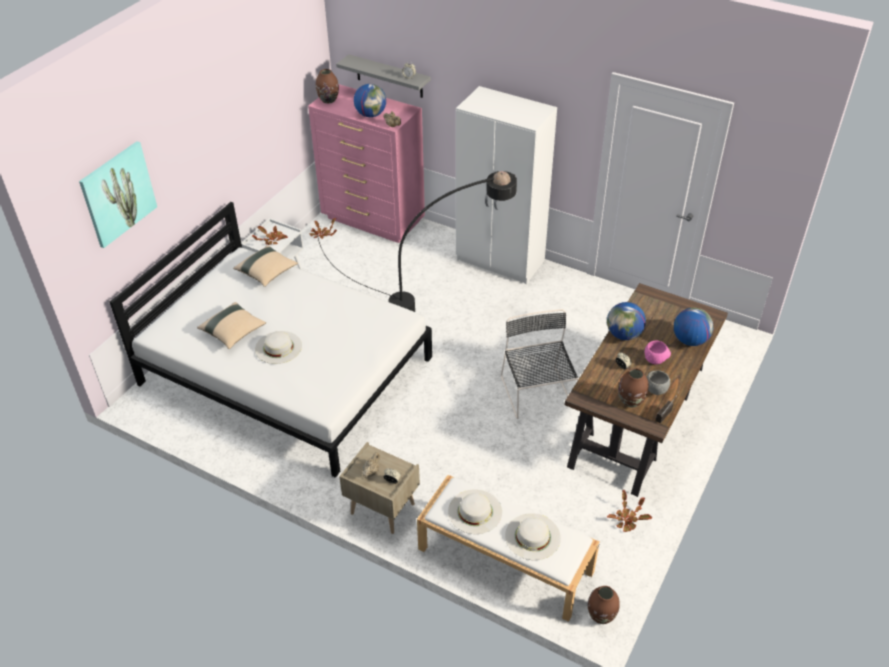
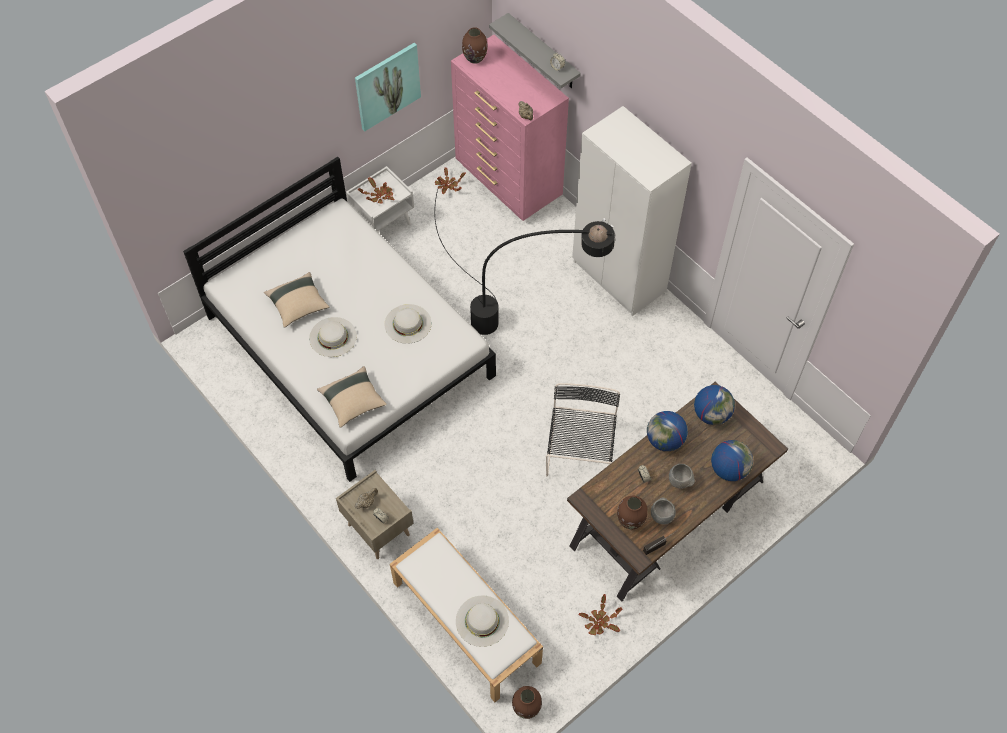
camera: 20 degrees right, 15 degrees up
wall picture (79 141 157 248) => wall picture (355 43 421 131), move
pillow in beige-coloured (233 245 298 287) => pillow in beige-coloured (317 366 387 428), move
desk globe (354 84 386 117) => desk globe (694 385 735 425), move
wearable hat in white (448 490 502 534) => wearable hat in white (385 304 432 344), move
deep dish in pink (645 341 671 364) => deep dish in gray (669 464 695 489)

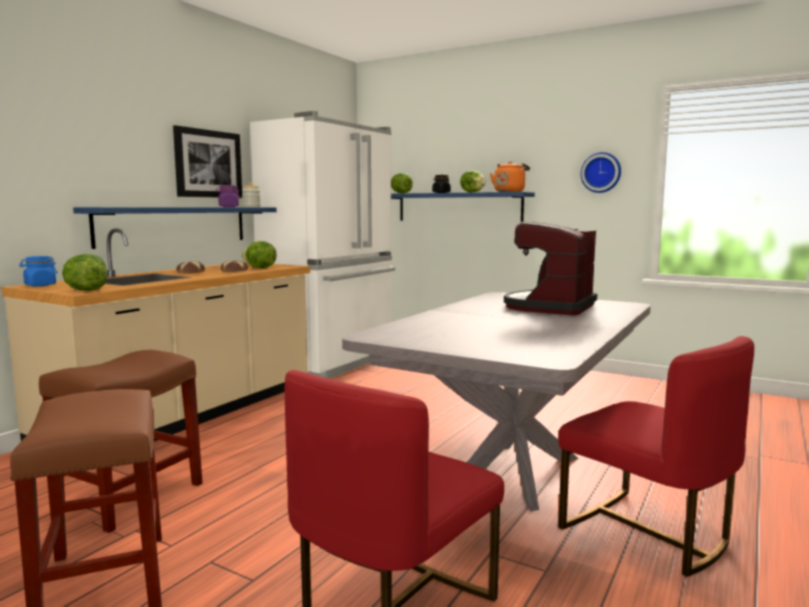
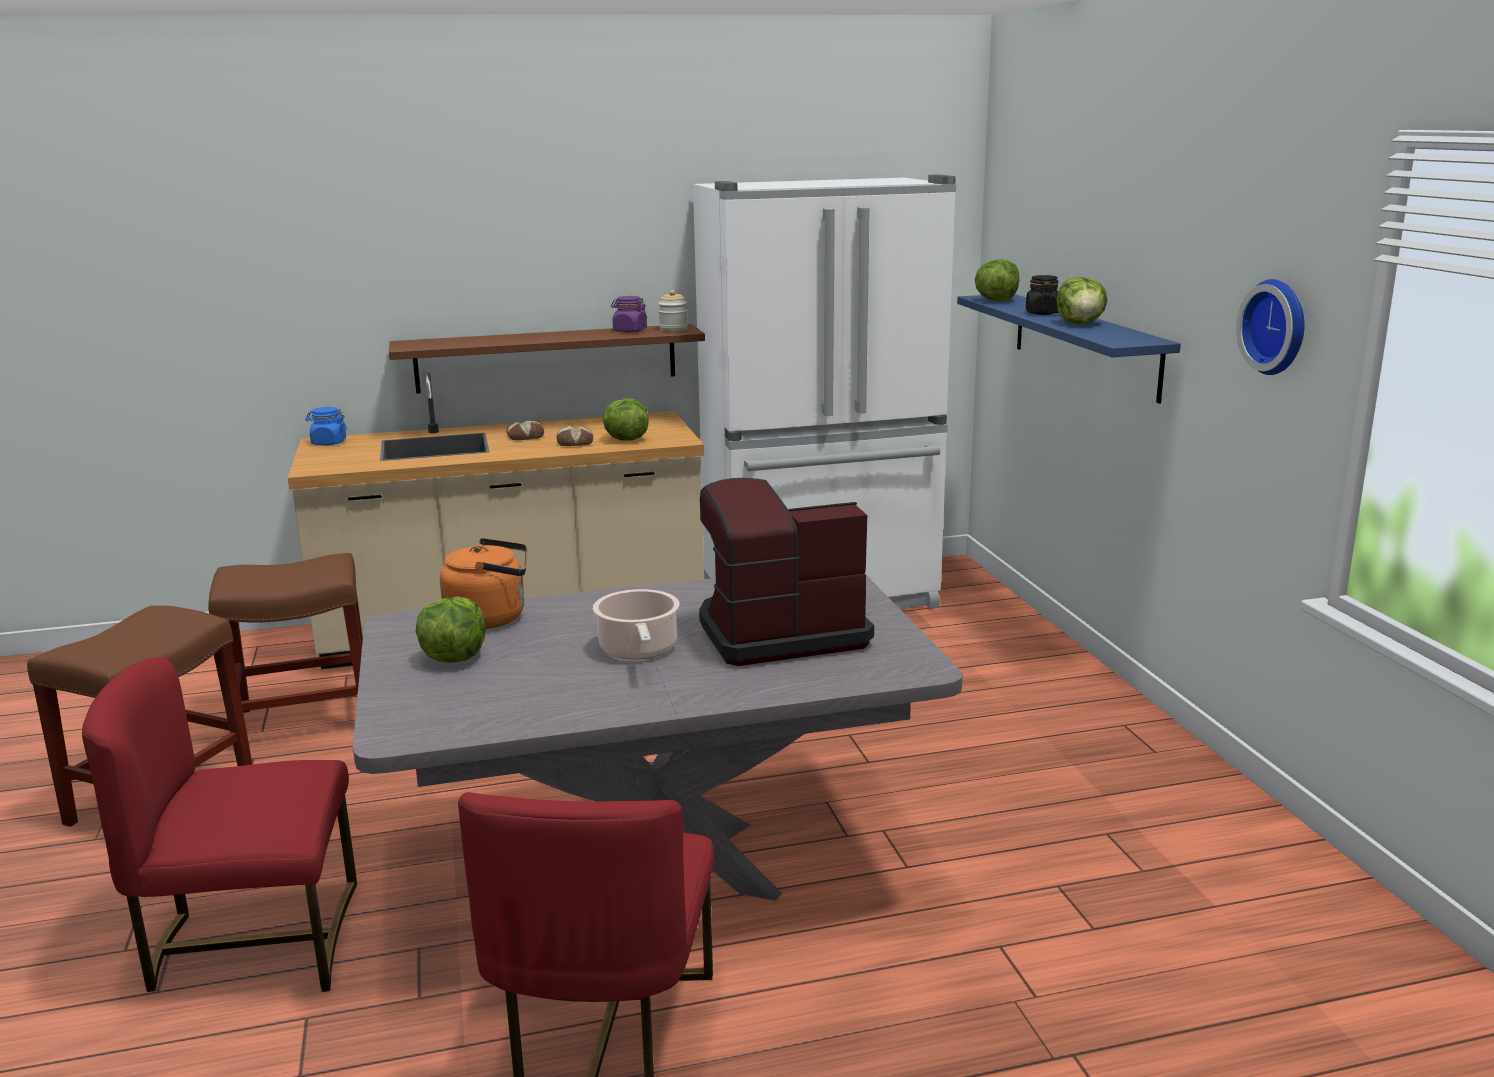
camera: 45 degrees right, 10 degrees up
lettuce (62 254 107 291) => lettuce (416 597 485 663), move
wall shelf in blue (73 207 277 249) => wall shelf in brownish (389 324 705 394)
wall picture (173 125 242 198) => nothing
tea kettle in orange-coloured (490 162 530 192) => tea kettle in orange-coloured (440 538 527 629), move
nothing => stockpot (593 589 680 660)

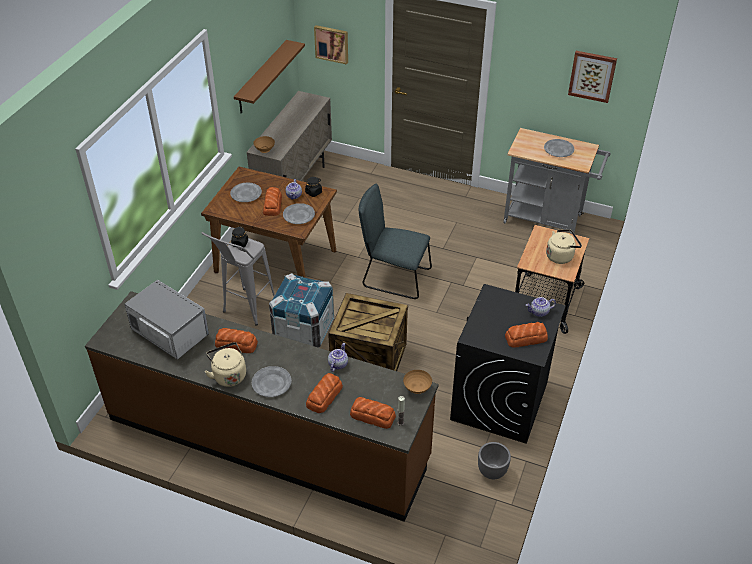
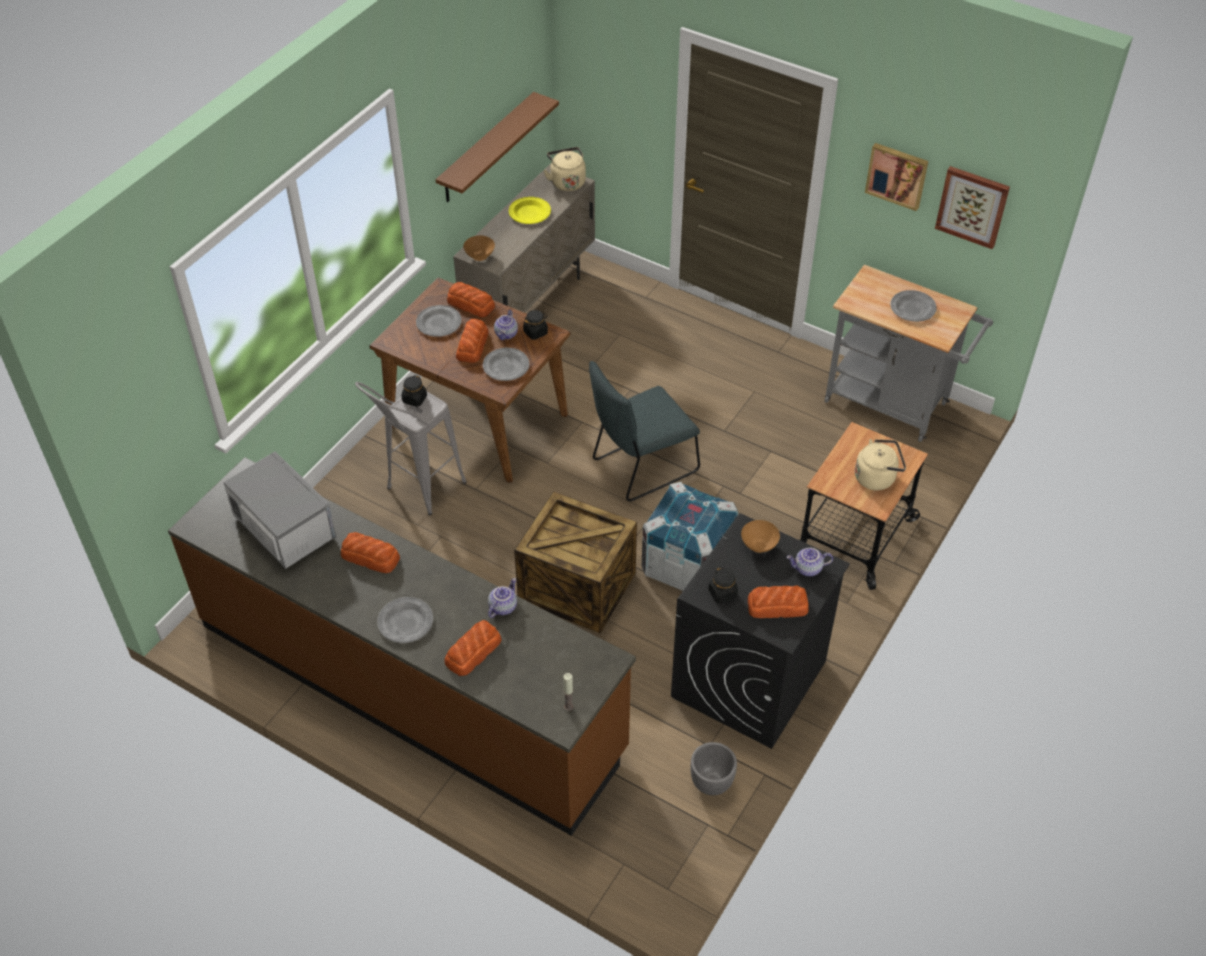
camera: 10 degrees right, 5 degrees up
tea kettle in beige-coloured (205 342 246 387) => tea kettle in beige-coloured (544 147 586 191), move
packing crate (269 273 334 348) => packing crate (642 482 738 591), move
wall picture (314 25 348 65) => wall picture (865 143 928 211), move
bakery bread (350 397 396 429) => bakery bread (447 282 495 317), move
upright chair in gray (359 184 432 299) => upright chair in gray (589 361 700 501), 60 degrees counterclockwise
deep dish in brownish (403 370 432 394) => deep dish in brownish (741 520 780 553), move
nothing => flat dish in yellow-coloured (509 197 551 224)
nothing => jar in blackish (708 567 738 604)

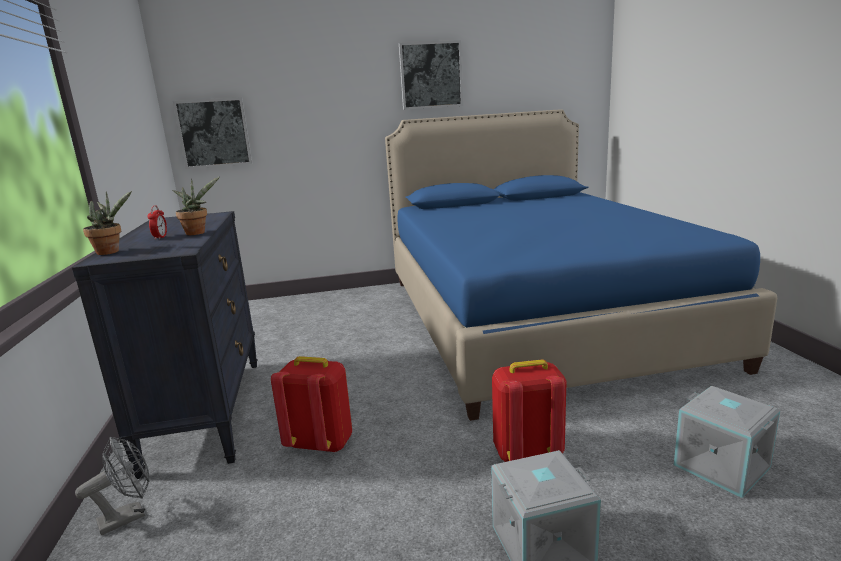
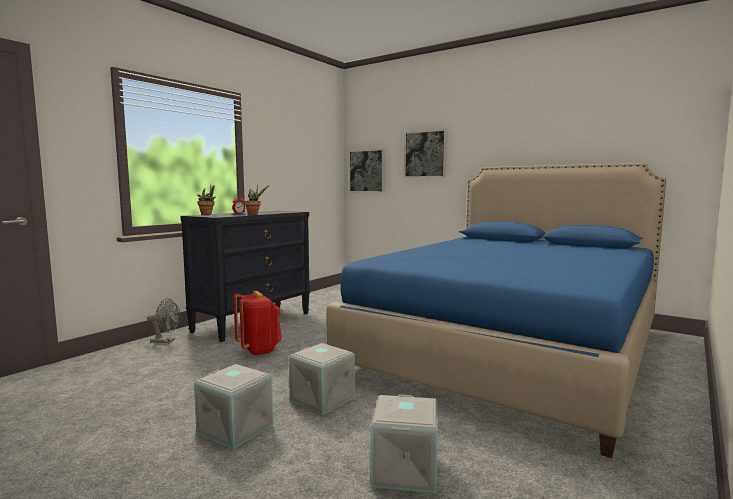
camera: 45 degrees right, 10 degrees down
wall picture (399 40 463 110) => wall picture (404 129 447 178), move
rucksack in red (492 360 567 462) => storage bin in gray (289 343 355 415)

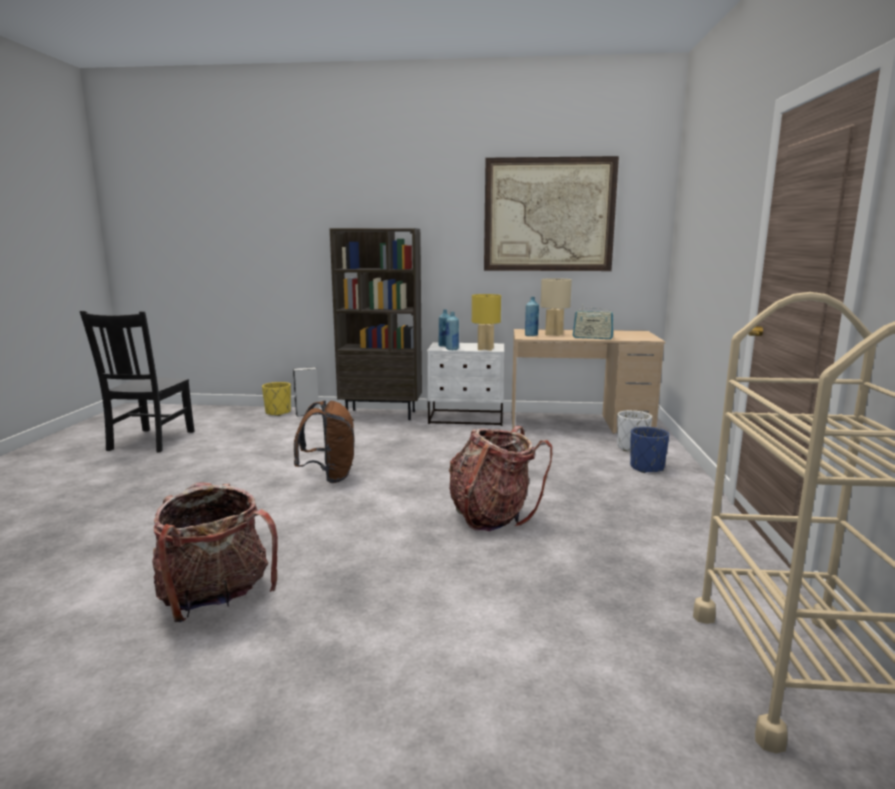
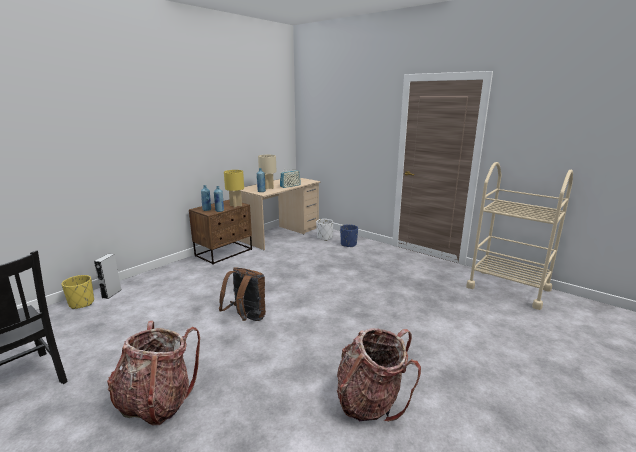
camera: 55 degrees left, 5 degrees up
bookshelf in brownish (329 228 422 420) => nothing
nightstand in white (427 342 504 426) => nightstand in brownish (189 199 252 265)
rucksack (449 426 552 531) => rucksack (107 321 200 425), move
wall picture (484 156 619 271) => nothing

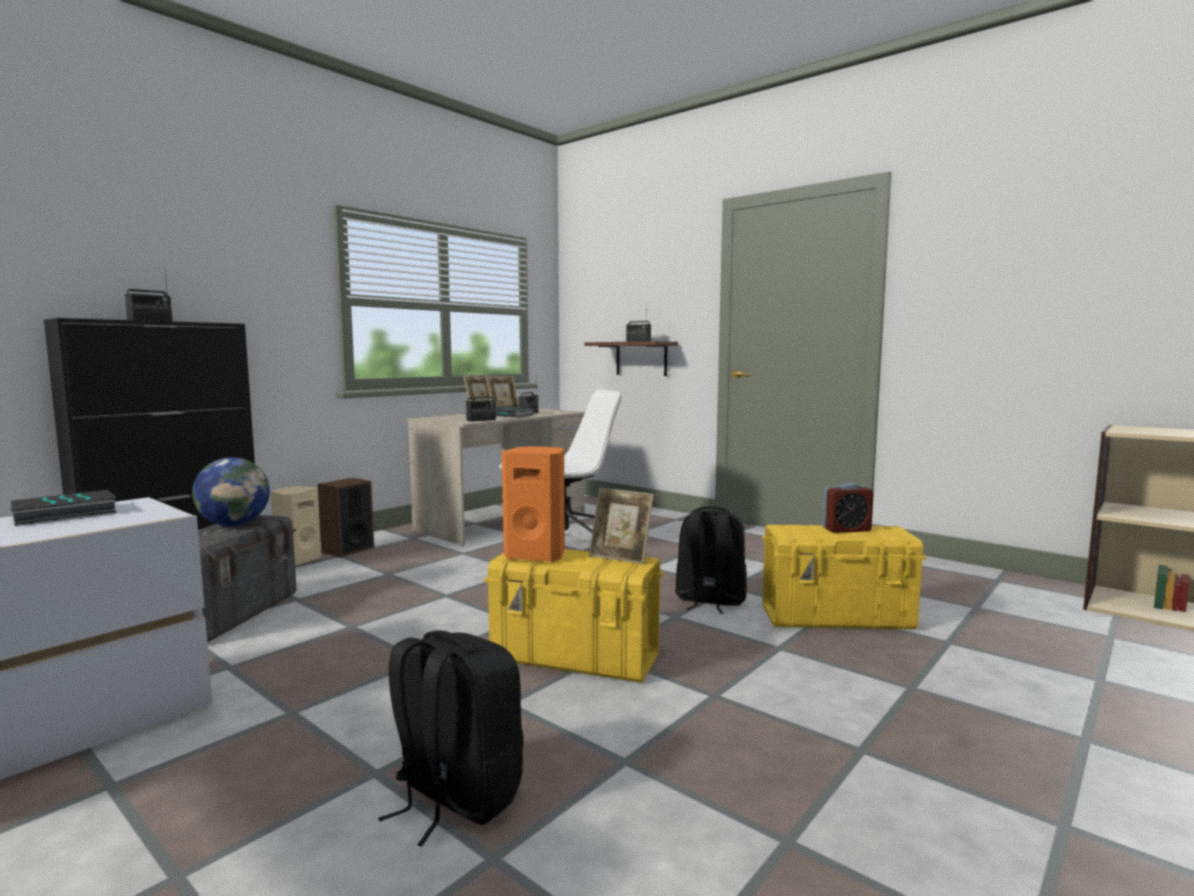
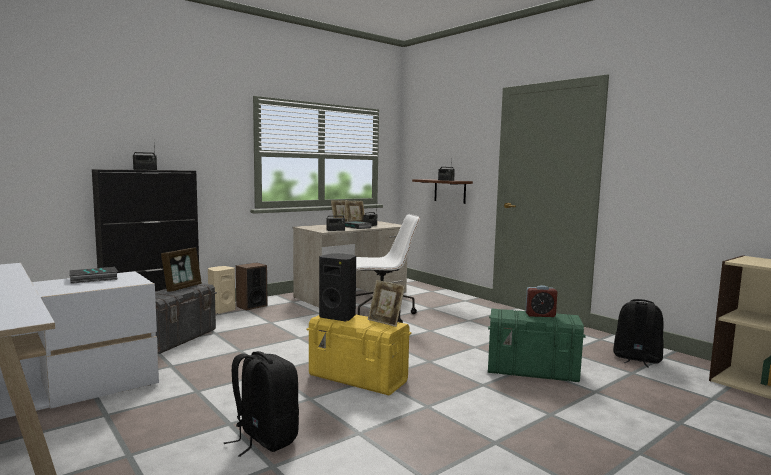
camera: 10 degrees right, 0 degrees up
desk globe (192 457 270 526) => photo frame (161 247 202 292)
audio speaker in orange-coloured (502 446 565 562) => audio speaker in blackish (319 253 356 322)
rucksack in blackish (675 506 747 614) => rucksack in blackish (613 299 664 367), move
storage bin in yellow-coloured (762 525 926 629) => storage bin in green (488 308 585 382)

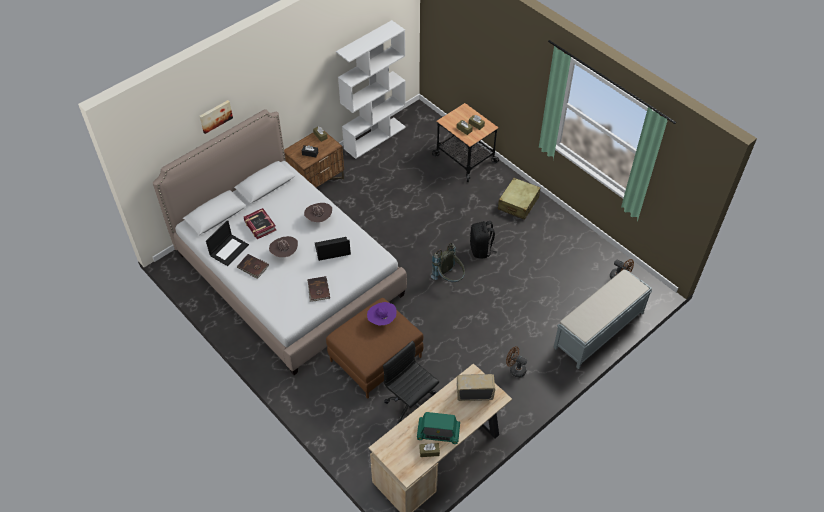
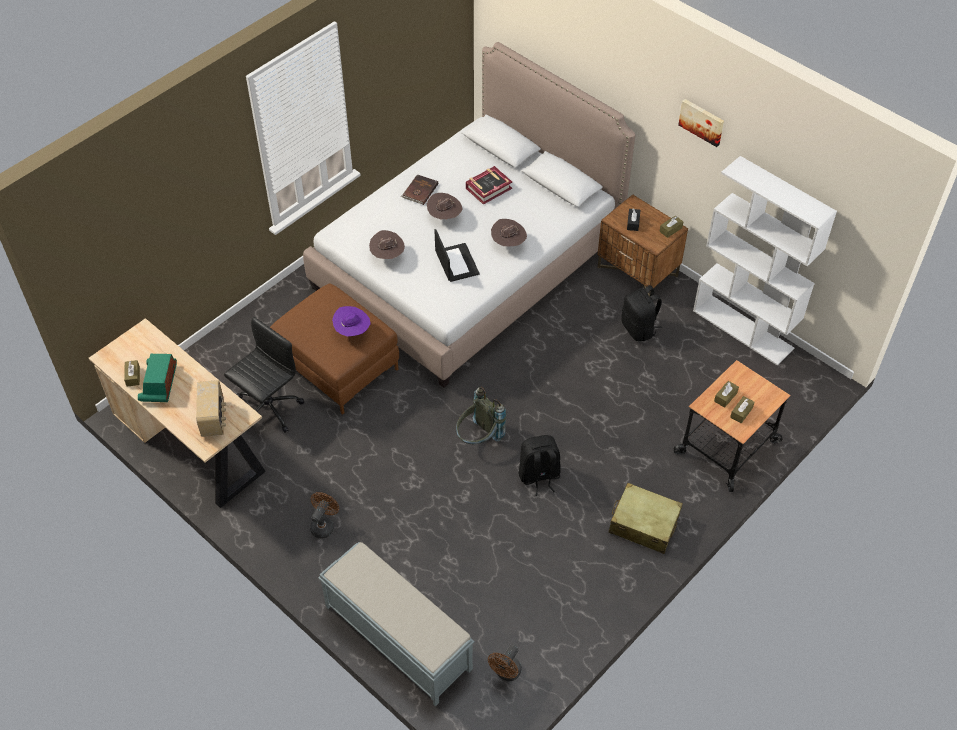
camera: 85 degrees right, 0 degrees up
wall picture (199 100 233 134) => wall picture (678 99 724 147), move
notebook computer (206 220 249 266) => nothing
bound book in brownish (307 276 330 302) => wearable hat in brownish (369 230 405 259)
nothing => rucksack in blackish (621 285 662 341)

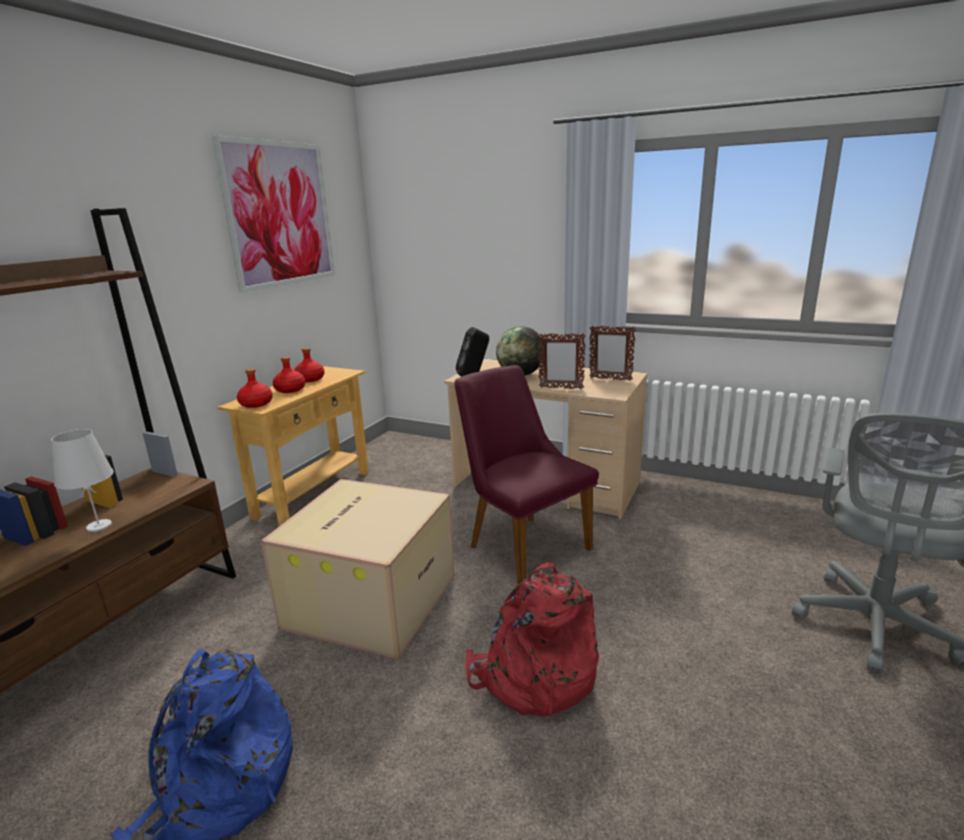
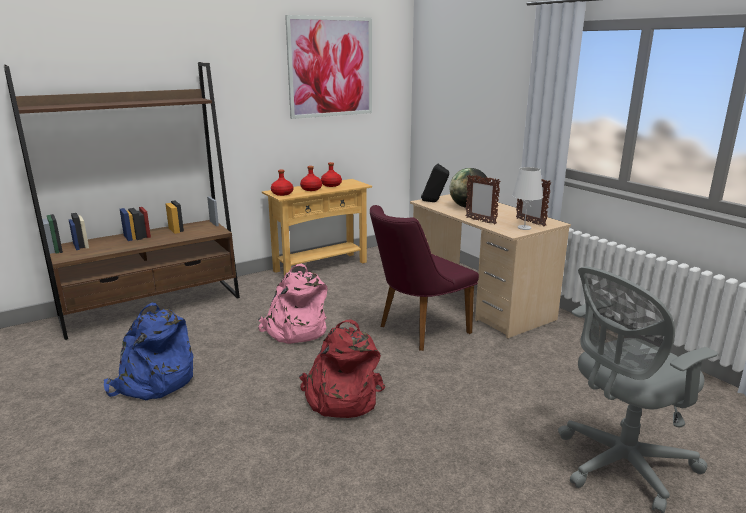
camera: 30 degrees right, 0 degrees up
table lamp in white (51 429 114 532) => table lamp in white (512 167 543 230), move
carton (261 479 455 659) => rucksack in pink (258 264 327 344)
upright chair in purplish (454 365 599 585) => upright chair in purplish (370 205 479 351), 120 degrees counterclockwise

